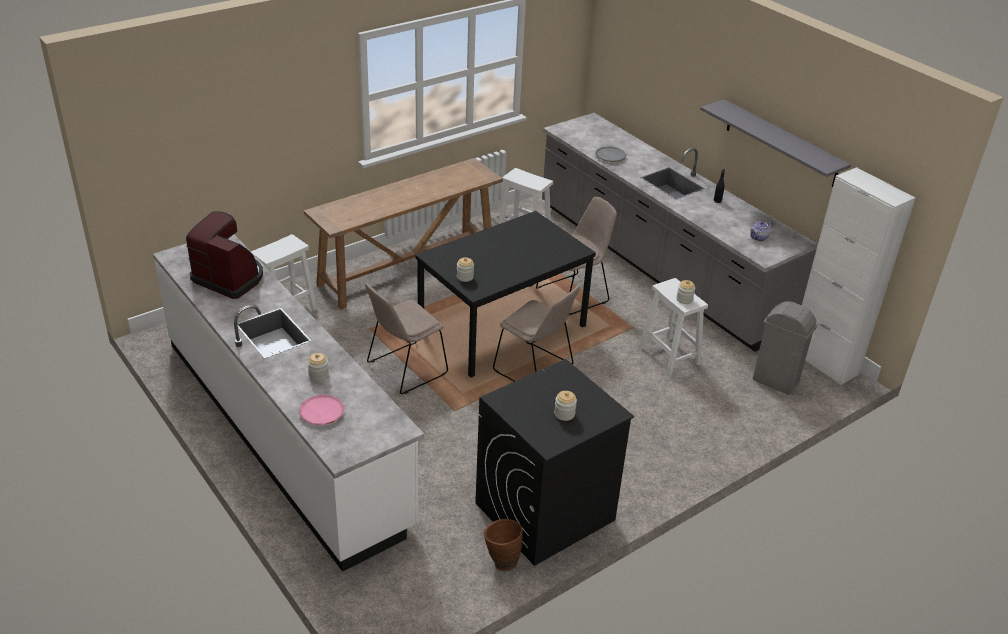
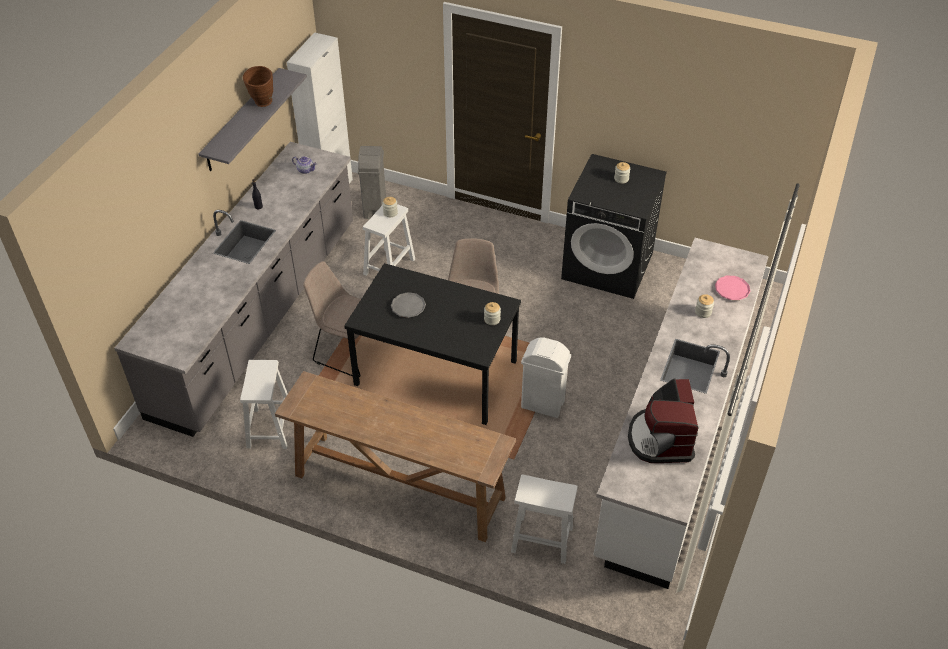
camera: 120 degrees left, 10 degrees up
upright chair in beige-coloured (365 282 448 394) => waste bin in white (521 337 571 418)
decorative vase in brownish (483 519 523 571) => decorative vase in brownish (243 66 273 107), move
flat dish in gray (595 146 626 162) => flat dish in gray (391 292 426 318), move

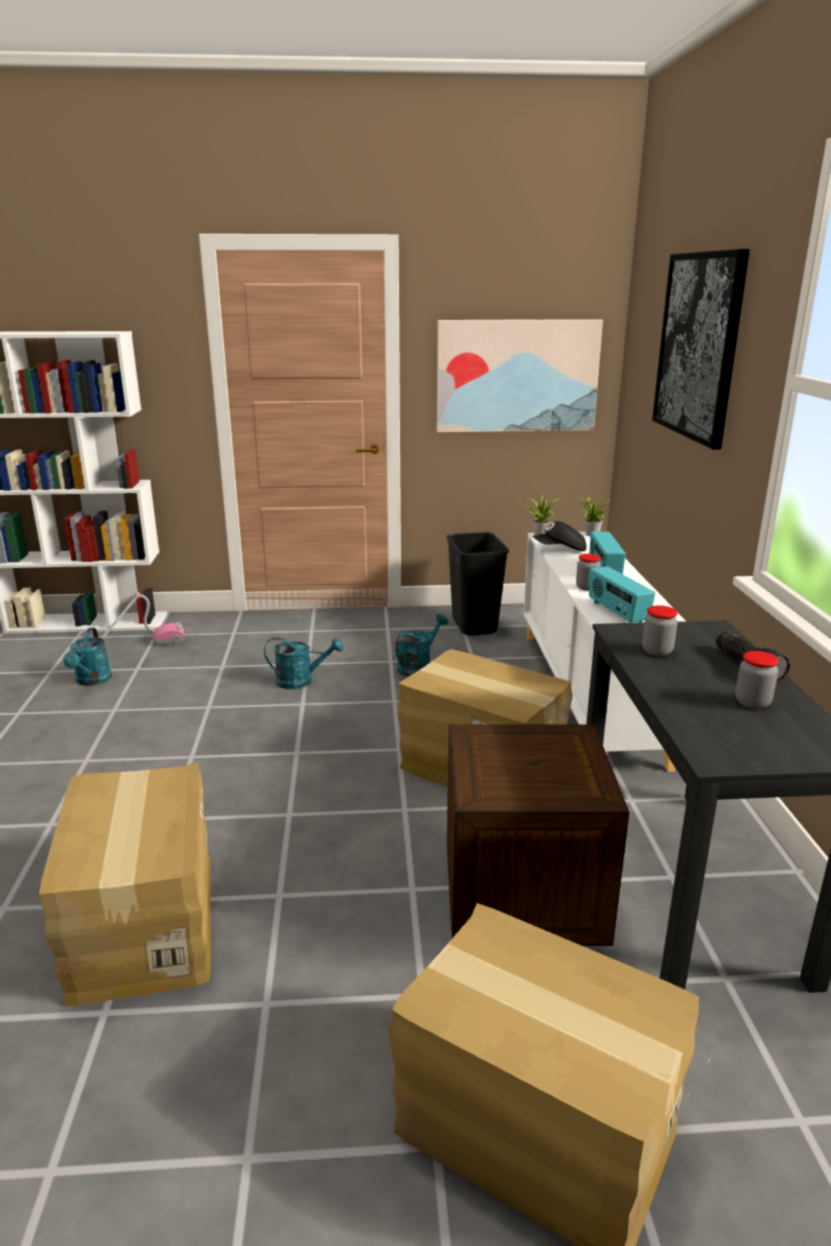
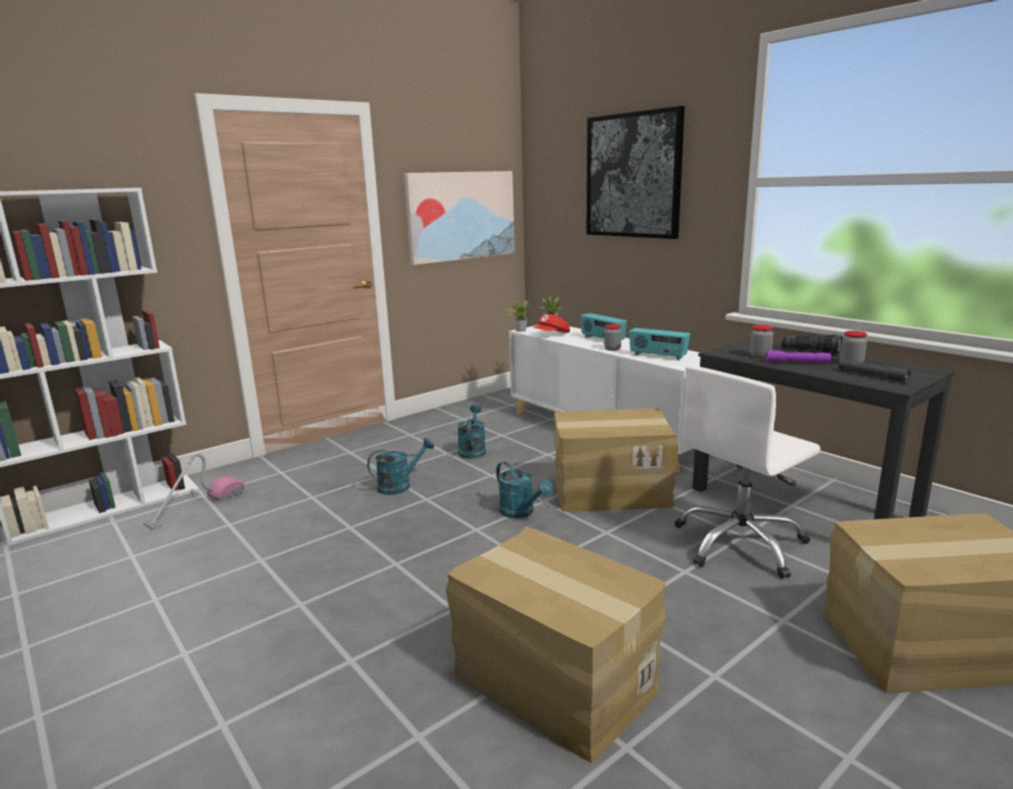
camera: 35 degrees left, 5 degrees down
sprinkling can in turquoise-coloured (63 628 112 686) => sprinkling can in turquoise-coloured (496 462 553 519), move
waste bin in blackish (447 532 509 636) => nothing
packing crate (447 725 629 946) => computer chair in white (674 365 821 579)
peaked cap in blackish (533 521 586 551) => peaked cap in red (533 314 570 333)
nothing => hand torch in purplish (765 350 831 363)
nothing => hand torch in gray (838 359 911 382)

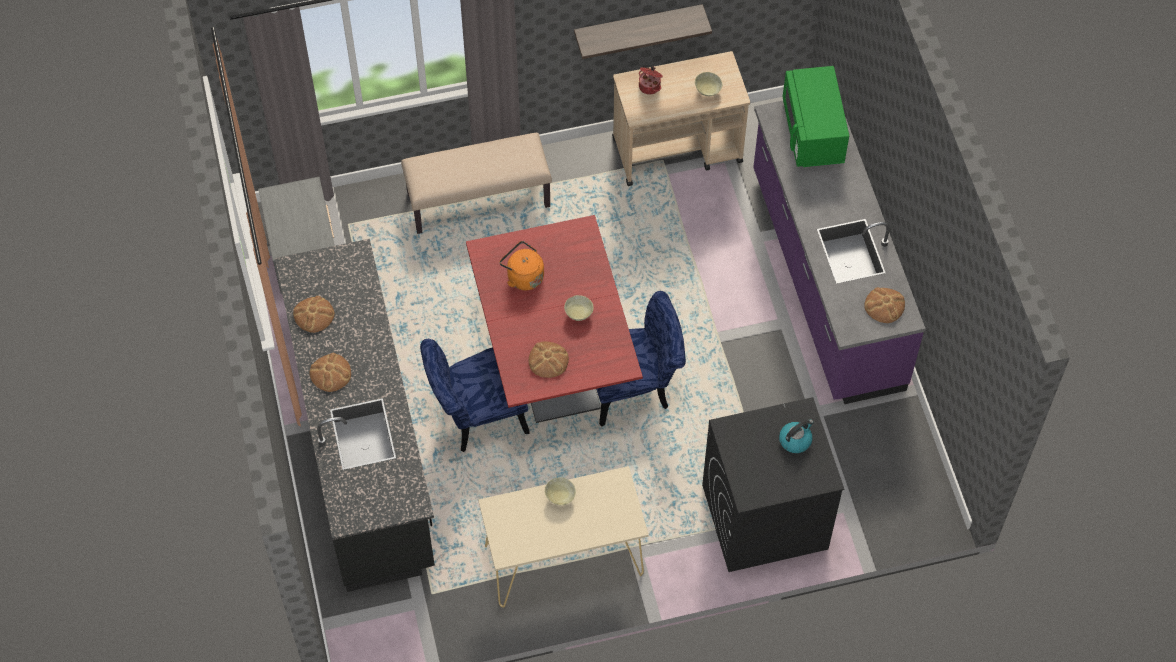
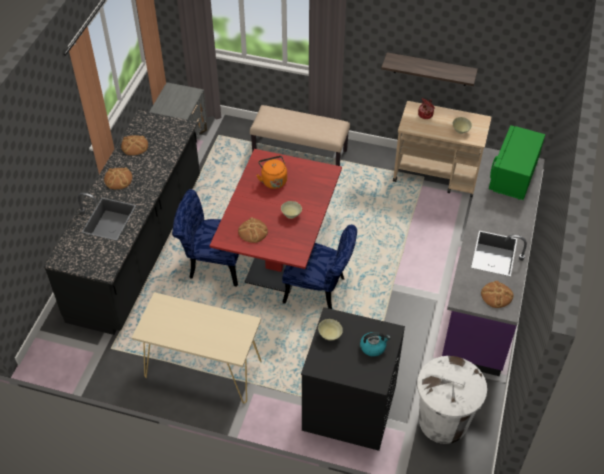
camera: 30 degrees right, 10 degrees down
deep dish in beige-coloured (545 477 576 505) => deep dish in beige-coloured (318 319 343 340), move
nothing => waste bin in white (417 356 487 444)

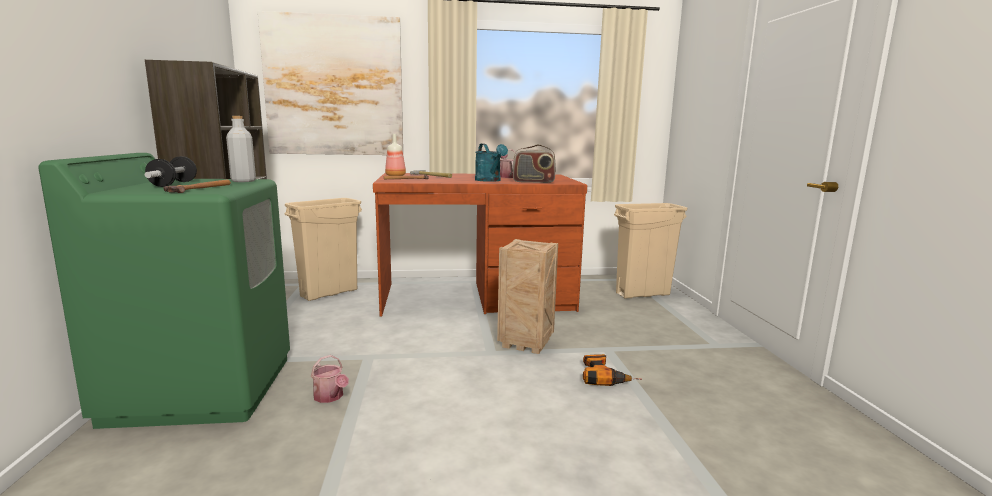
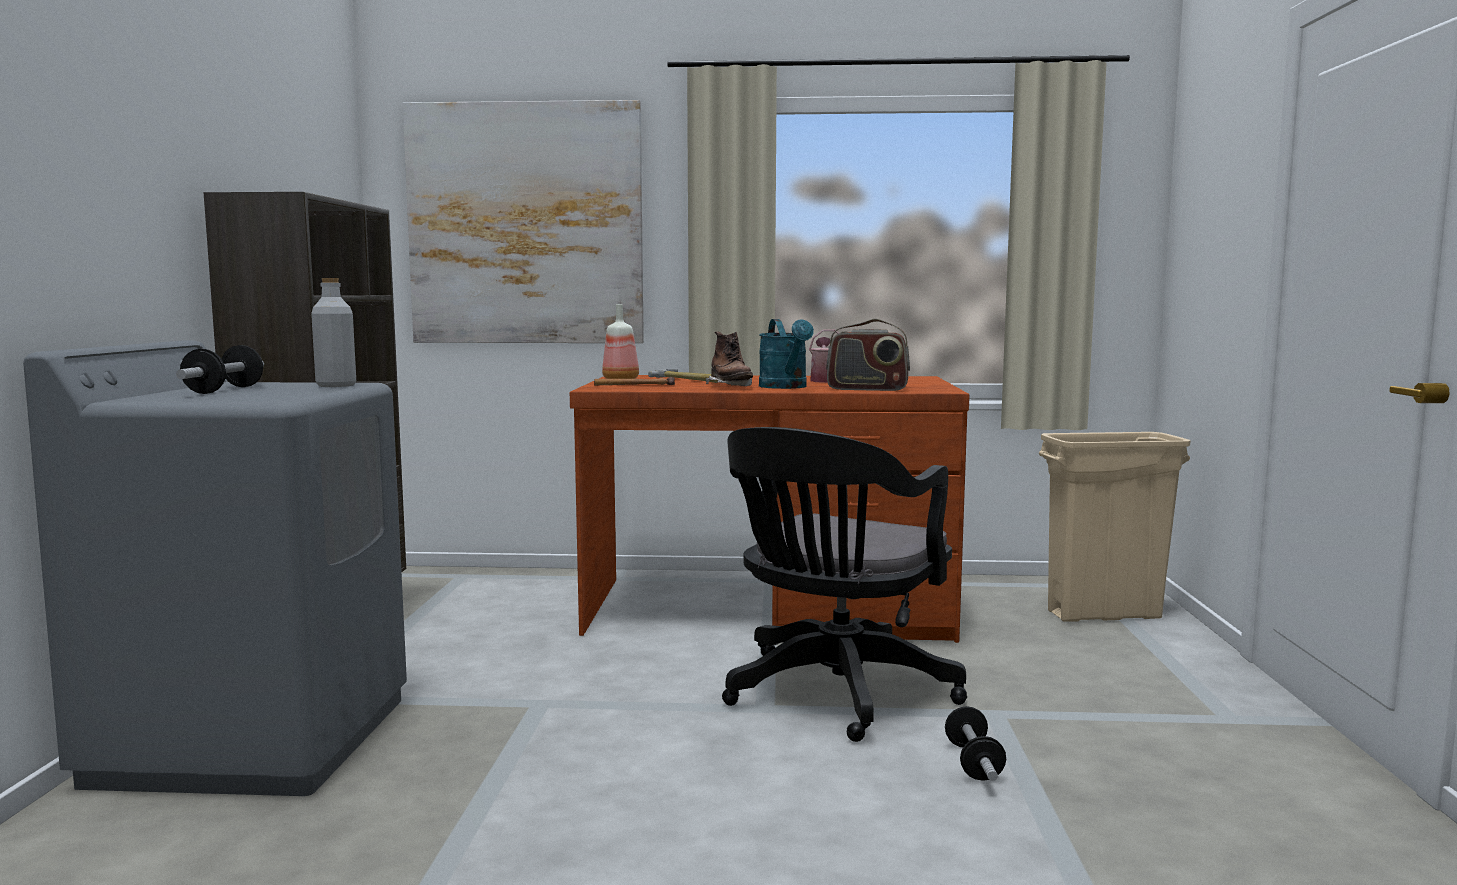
camera: 10 degrees right, 5 degrees down
laundry machine in green (38 153 290 429) => laundry machine in gray (23 341 407 796)
tool hammer (163 180 231 193) => nothing
waste bin in beige-coloured (285 198 362 301) => nothing
sprinkling can (311 355 349 403) => nothing
packing crate (497 239 558 354) => computer chair in blackish (722 427 967 742)
drill (583 354 642 386) => free weight (945 706 1006 781)
nothing => boot in brownish (706 332 753 386)

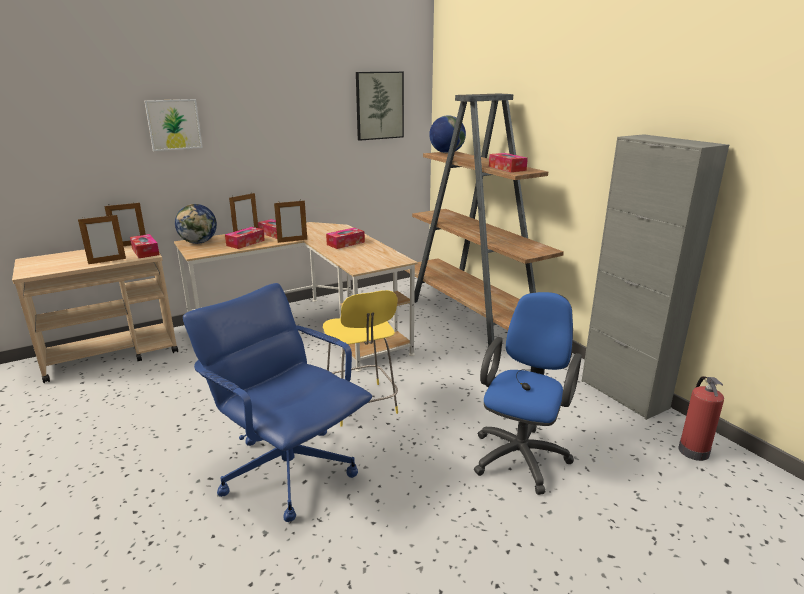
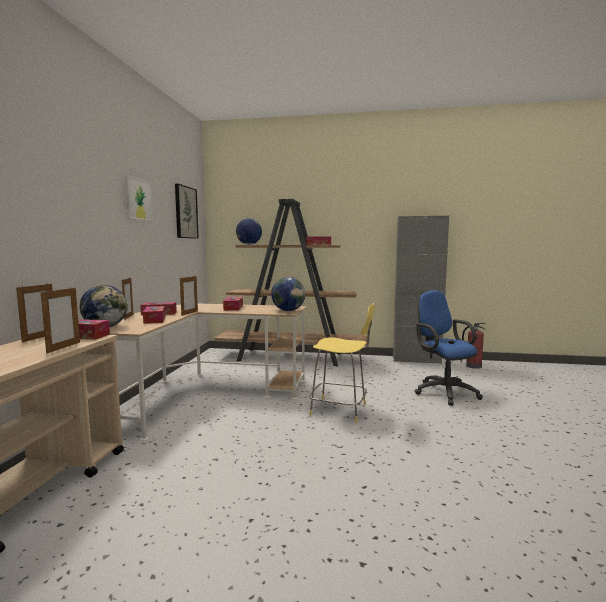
camera: 50 degrees left, 15 degrees down
wall picture (144 99 203 151) => wall picture (125 175 153 221), move
computer chair in blue (183 283 372 522) => nothing
nothing => desk globe (271 277 305 311)

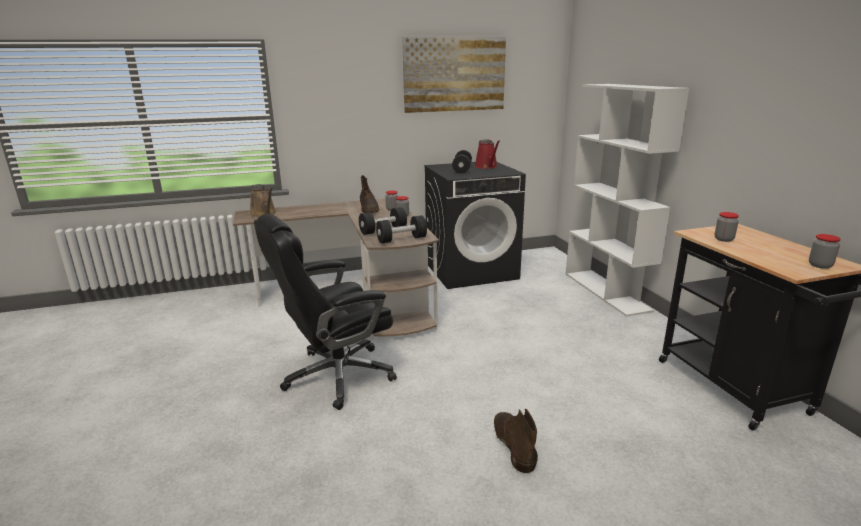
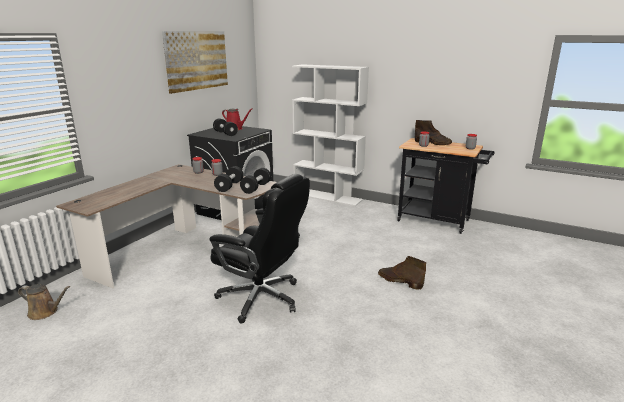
camera: 45 degrees left, 0 degrees up
sprinkling can in brownish (250 184 276 217) => sprinkling can in brownish (18 284 71 320), move
computer chair in blackish (254 214 397 410) => computer chair in blackish (209 174 310 324), 75 degrees counterclockwise
boot in brownish (360 175 380 213) => boot in brownish (415 120 452 145), move

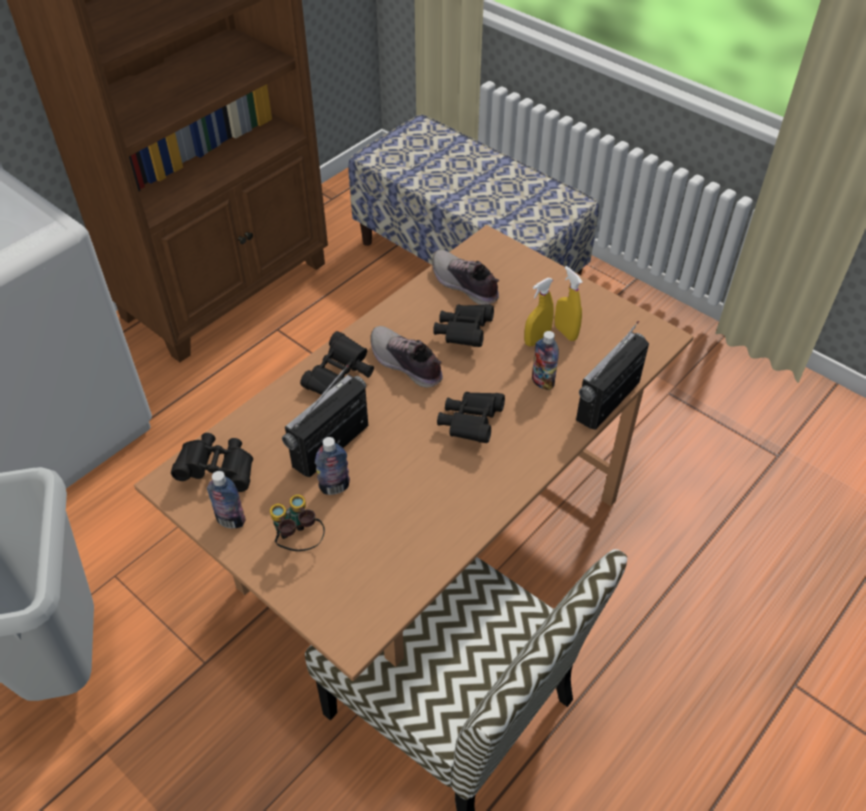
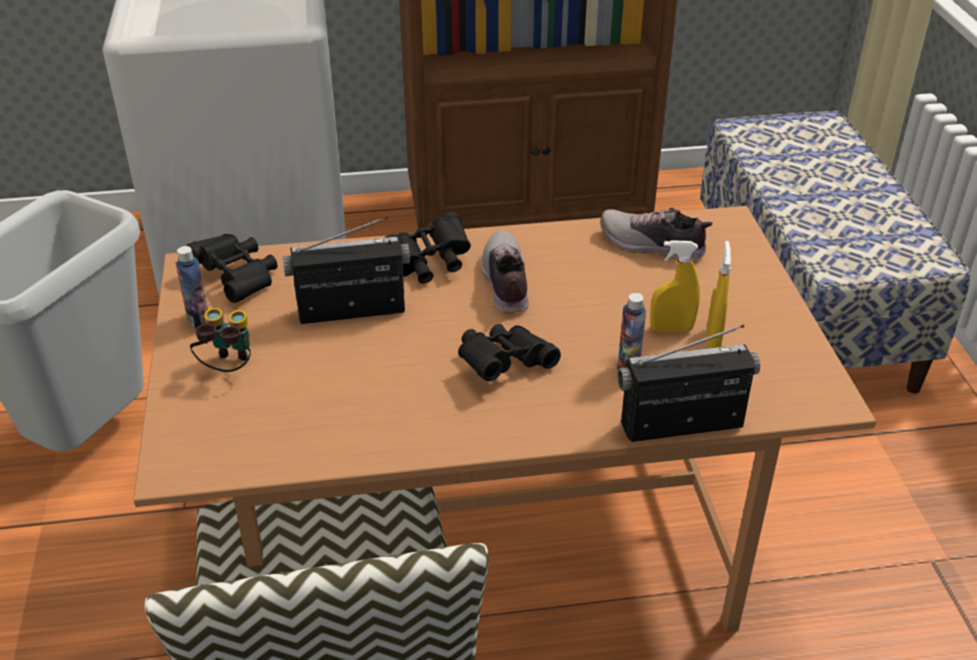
camera: 40 degrees right, 10 degrees down
beverage bottle (315 437 350 495) => nothing
item of footwear (432 250 499 305) => item of footwear (600 207 713 262), 60 degrees counterclockwise
field glasses in blackish (433 304 494 347) => nothing

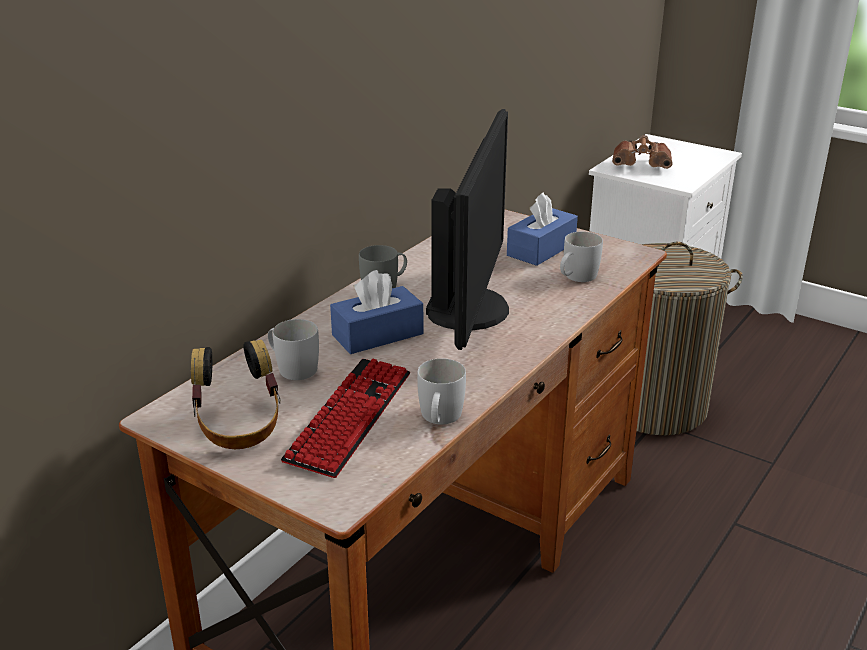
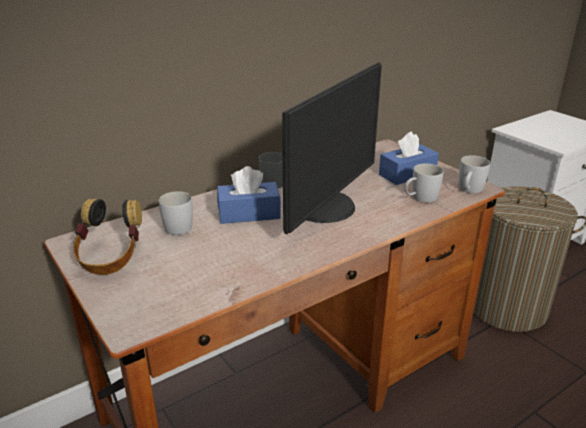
camera: 20 degrees right, 0 degrees up
computer keyboard (281 358 410 478) => nothing
mug in white (417 358 466 425) => mug in white (459 155 490 193), move
field glasses in brownish (612 135 673 169) => nothing

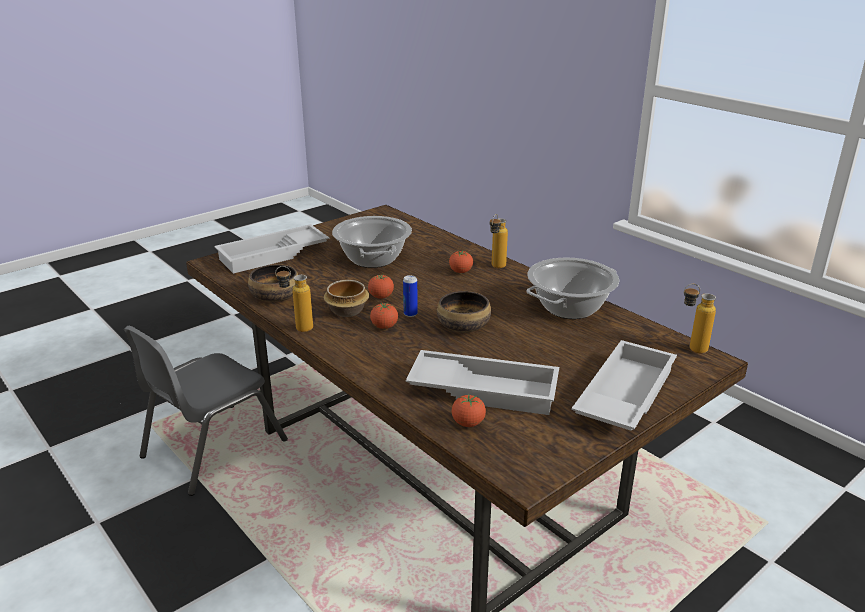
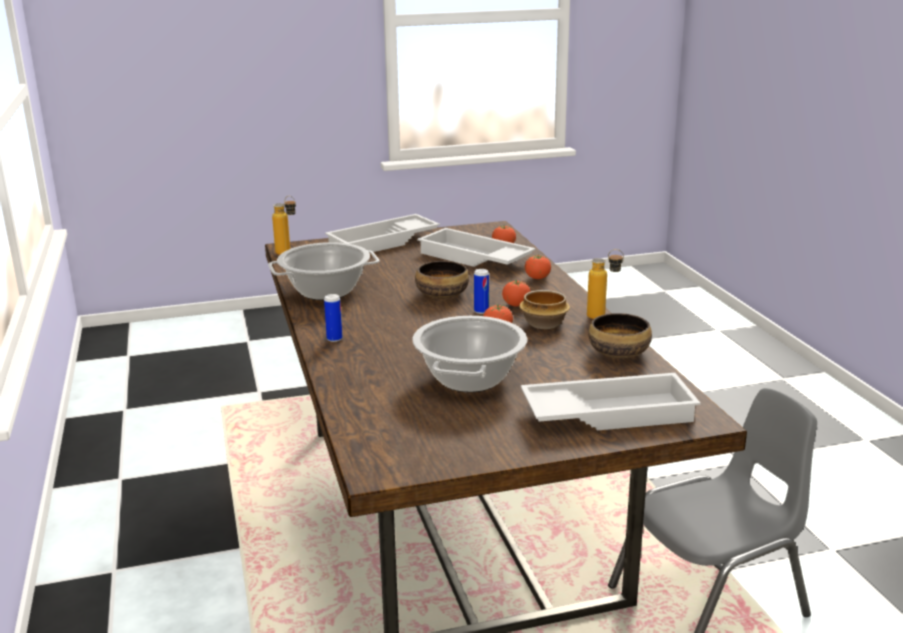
camera: 155 degrees left, 5 degrees down
whole tomato (449 250 473 273) => whole tomato (525 254 551 279), move
beverage bottle (490 214 508 268) => metal can (324 294 343 342)

